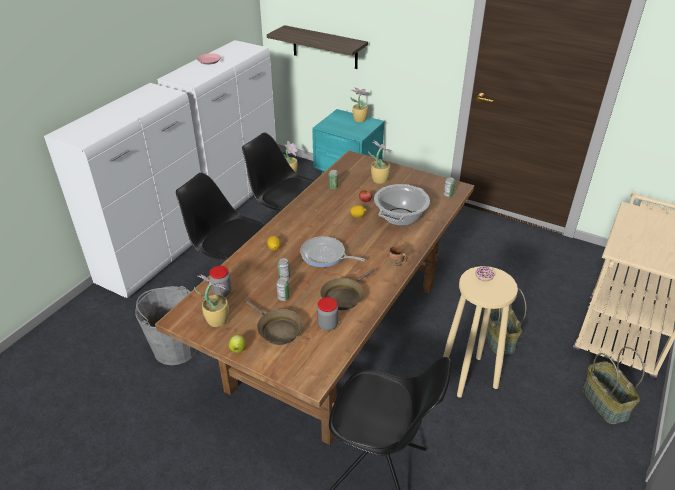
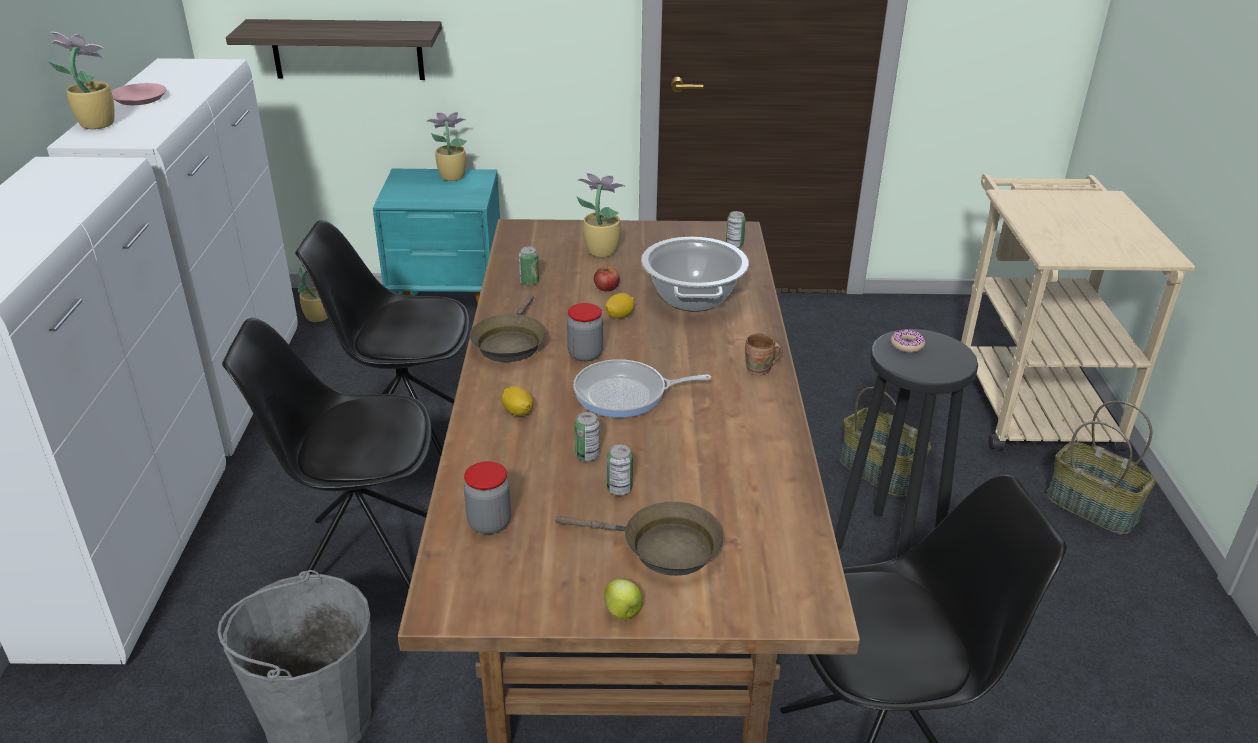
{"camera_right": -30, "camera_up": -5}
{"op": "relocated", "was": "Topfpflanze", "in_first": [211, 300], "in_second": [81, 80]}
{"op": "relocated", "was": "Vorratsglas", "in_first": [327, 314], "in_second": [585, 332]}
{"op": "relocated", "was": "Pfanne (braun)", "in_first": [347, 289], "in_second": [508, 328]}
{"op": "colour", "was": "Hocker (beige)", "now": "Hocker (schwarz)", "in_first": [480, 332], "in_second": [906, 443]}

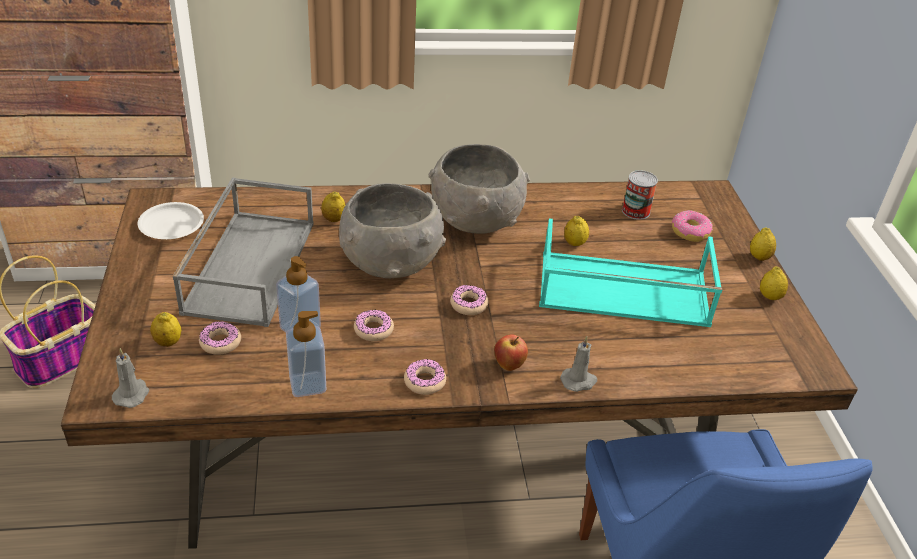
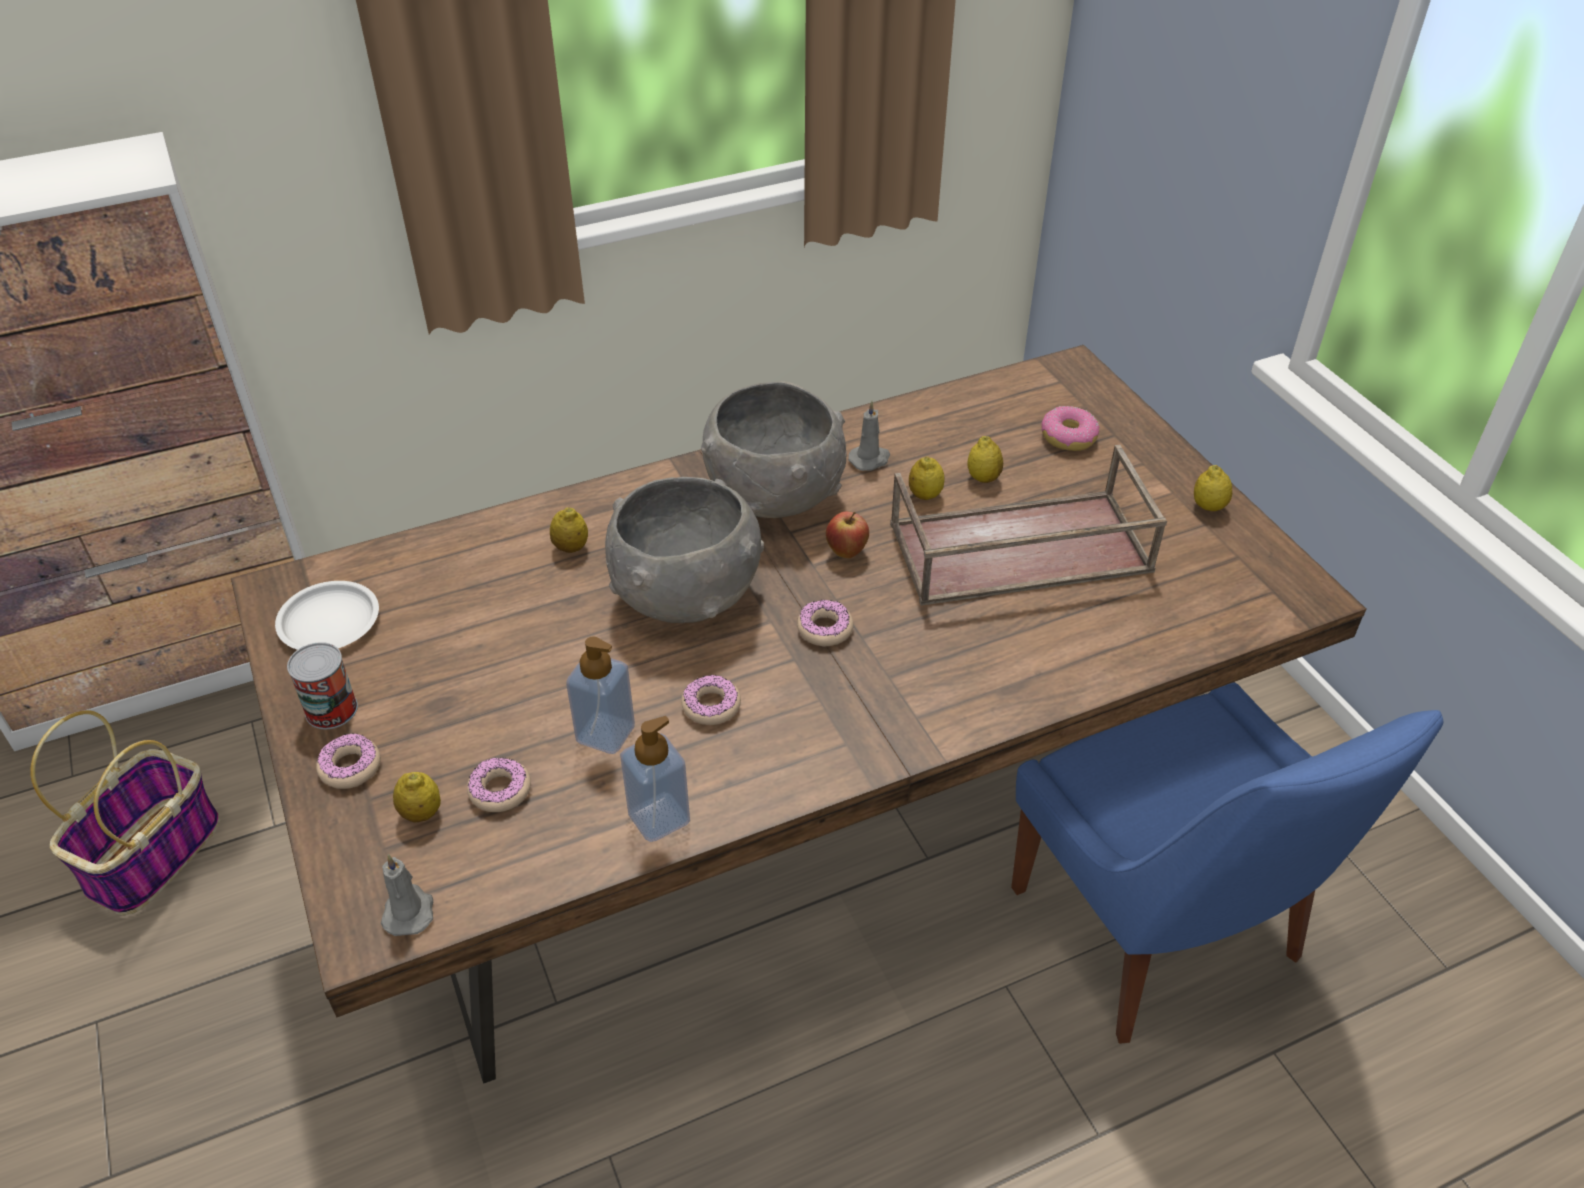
{"camera_right": -15, "camera_up": 5}
{"op": "missing", "was": "Tablett (grau)", "in_first": [243, 252]}
{"op": "relocated", "was": "Donut", "in_first": [425, 377], "in_second": [348, 761]}
{"op": "relocated", "was": "Apfel", "in_first": [511, 352], "in_second": [847, 534]}
{"op": "relocated", "was": "Kerze (grau)", "in_first": [578, 364], "in_second": [869, 436]}
{"op": "relocated", "was": "Dose", "in_first": [640, 195], "in_second": [322, 685]}
{"op": "relocated", "was": "Zitrone", "in_first": [763, 244], "in_second": [985, 459]}
{"op": "colour", "was": "Tablett (türkis)", "now": "Tablett (braun)", "in_first": [630, 272], "in_second": [1028, 525]}

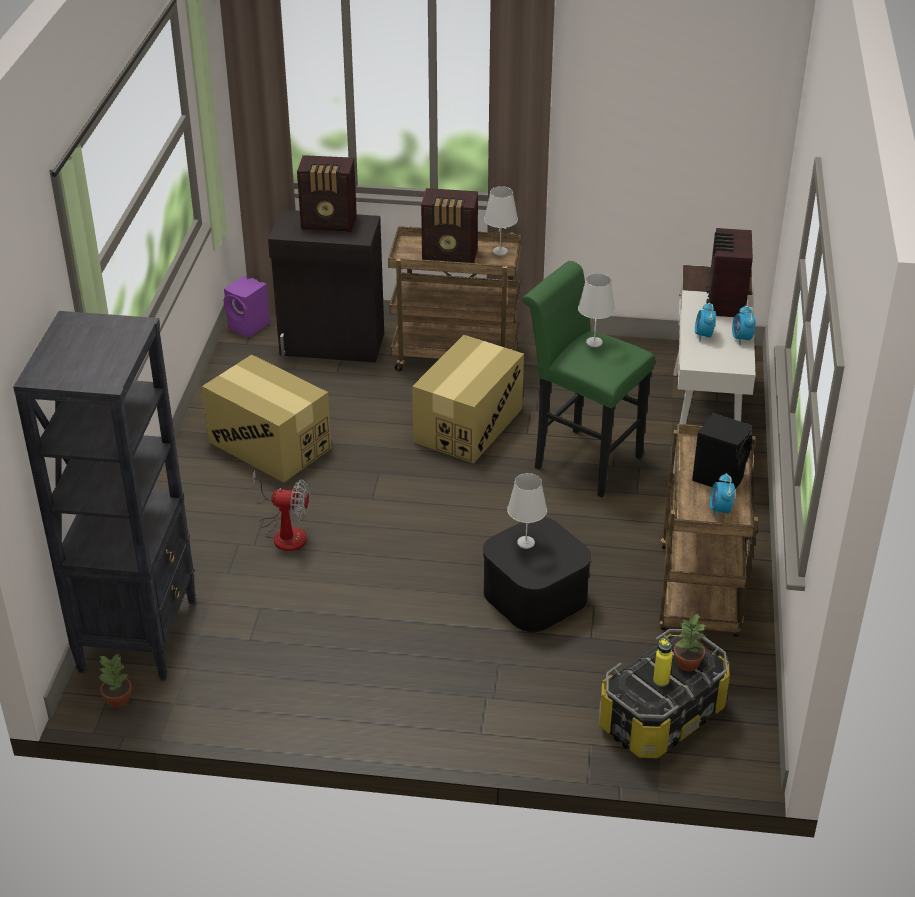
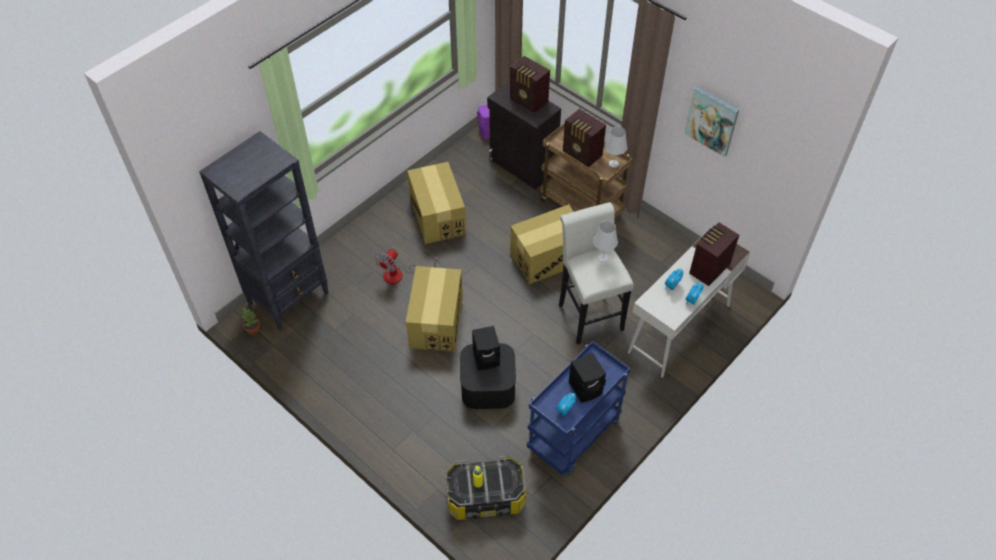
{"camera_right": 35, "camera_up": 15}
{"op": "missing", "was": "Topfpflanze", "in_first": [689, 642]}
{"op": "appeared", "now": "Karton", "in_second": [434, 309]}
{"op": "appeared", "now": "Bild", "in_second": [711, 121]}
{"op": "exchanged", "was": "Tischlampe (weiß)", "now": "Lautsprecher (schwarz)", "in_first": [527, 511], "in_second": [486, 348]}
{"op": "colour", "was": "Hocker (grün)", "now": "Hocker (weiß)", "in_first": [588, 379], "in_second": [596, 273]}
{"op": "colour", "was": "Rollwagen (braun)", "now": "Rollwagen (blau)", "in_first": [708, 530], "in_second": [579, 408]}
{"op": "spun", "was": "Ventilator", "in_first": [281, 510], "in_second": [407, 266], "clockwise": 75}

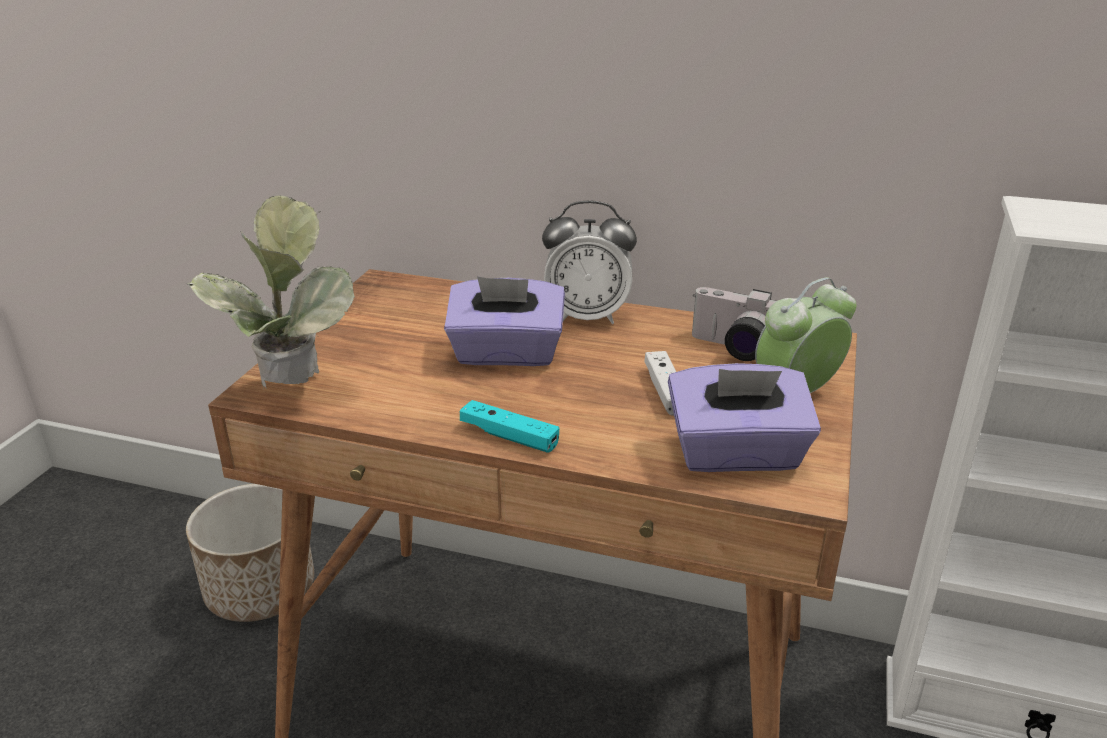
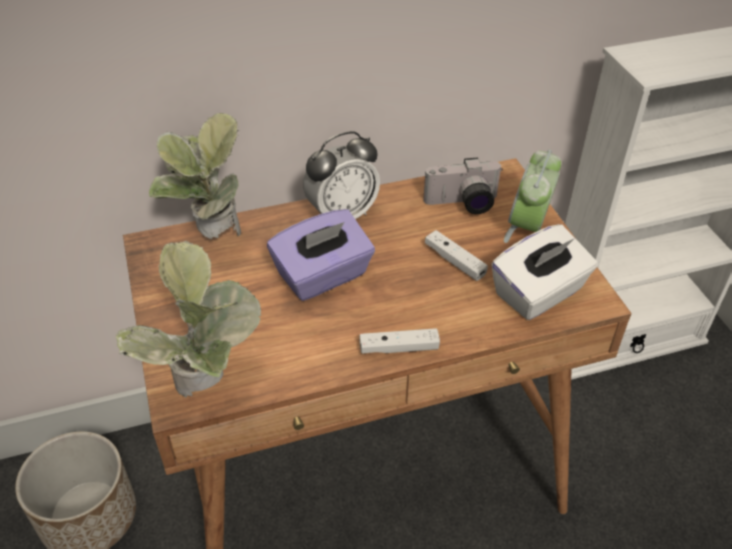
{"camera_right": -35, "camera_up": 15}
{"op": "appeared", "now": "Topfpflanze", "in_second": [195, 176]}
{"op": "colour", "was": "Gamepad (türkis)", "now": "Gamepad (weiß)", "in_first": [510, 426], "in_second": [399, 341]}
{"op": "colour", "was": "Taschentuchbox (lila)", "now": "Taschentuchbox (weiß)", "in_first": [744, 417], "in_second": [545, 272]}

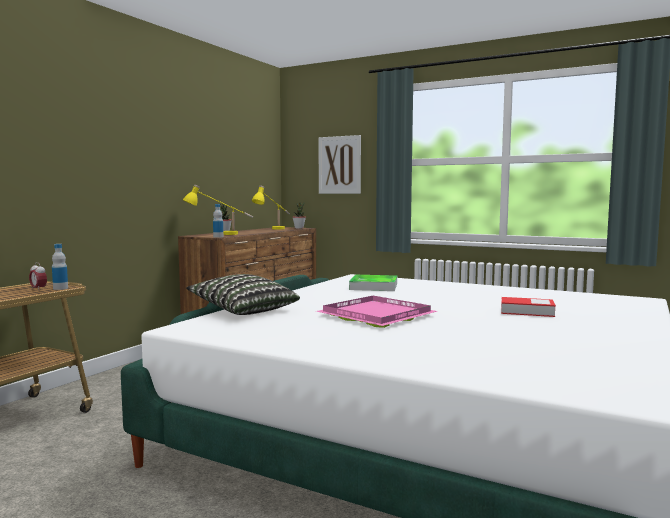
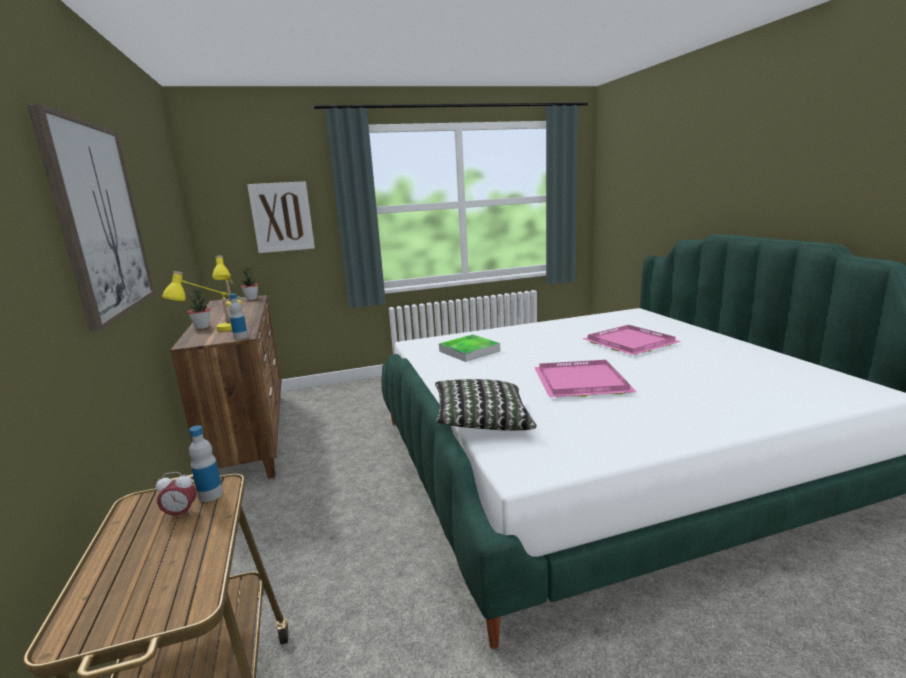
{"camera_right": -45, "camera_up": 10}
{"op": "appeared", "now": "Bild", "in_second": [91, 217]}
{"op": "exchanged", "was": "Buch", "now": "Tablett (rosa)", "in_first": [528, 307], "in_second": [632, 340]}

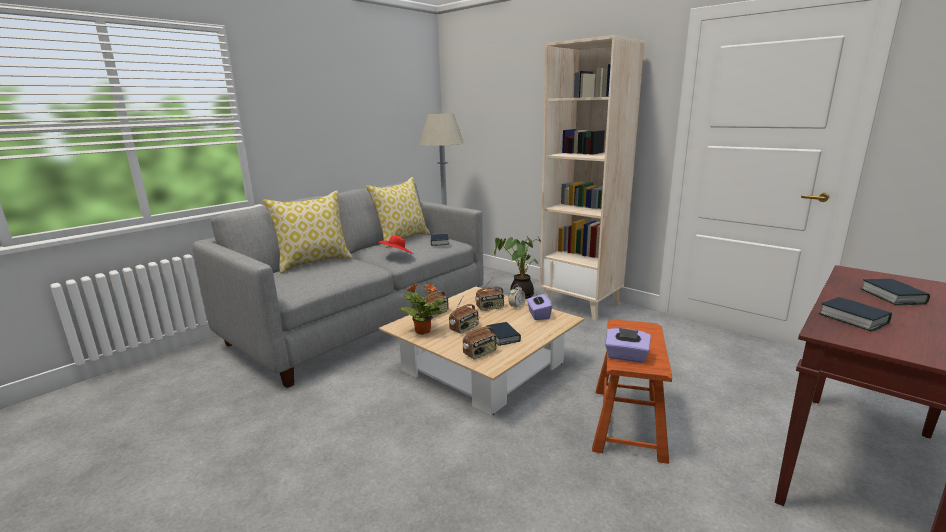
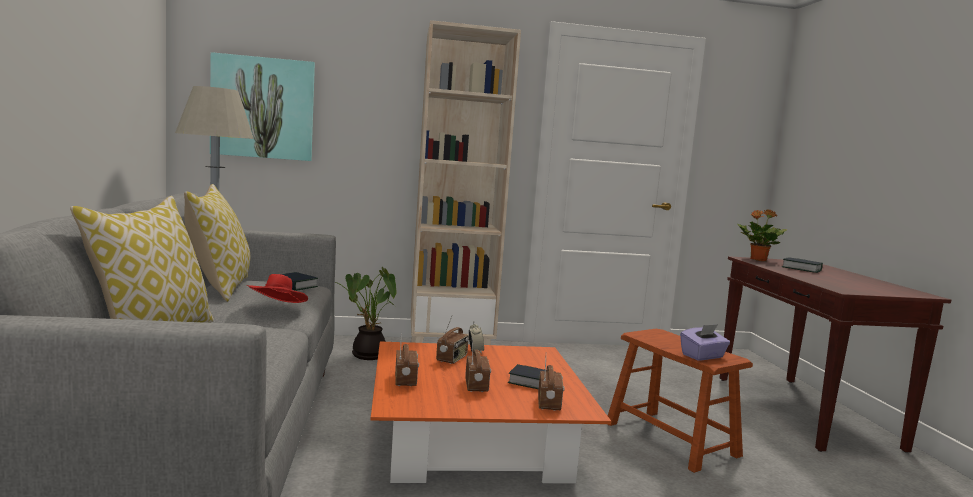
{"camera_right": -50, "camera_up": -10}
{"op": "missing", "was": "Taschentuchbox (lila)", "in_first": [539, 307]}
{"op": "missing", "was": "Buch", "in_first": [855, 314]}
{"op": "appeared", "now": "Bild", "in_second": [262, 106]}
{"op": "relocated", "was": "Topfpflanze", "in_first": [422, 309], "in_second": [762, 235]}
{"op": "colour", "was": "Couchtisch (beige)", "now": "Couchtisch (orange)", "in_first": [481, 351], "in_second": [491, 412]}

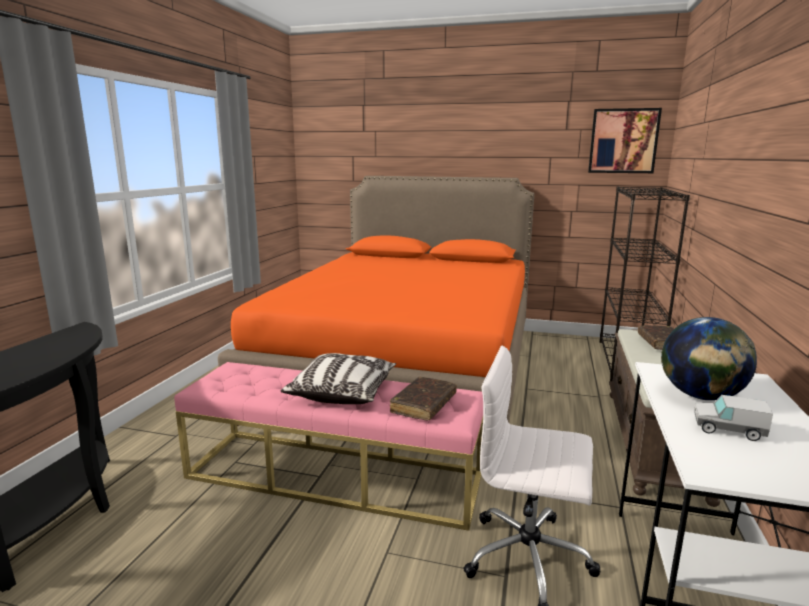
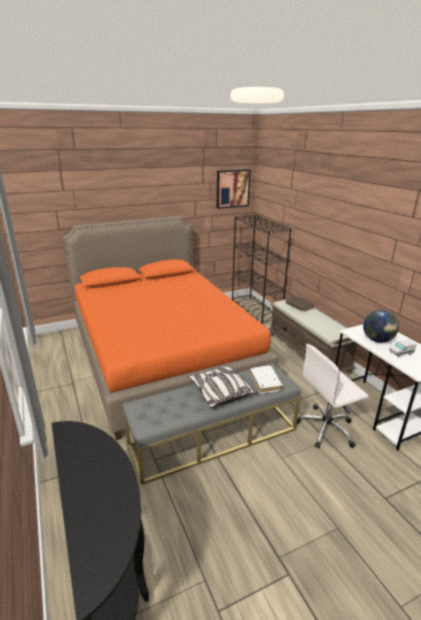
{"camera_right": -40, "camera_up": 10}
{"op": "colour", "was": "Bank (rosa)", "now": "Bank (grau)", "in_first": [328, 446], "in_second": [212, 424]}
{"op": "colour", "was": "Buch (braun)", "now": "Buch (weiß)", "in_first": [423, 398], "in_second": [266, 379]}

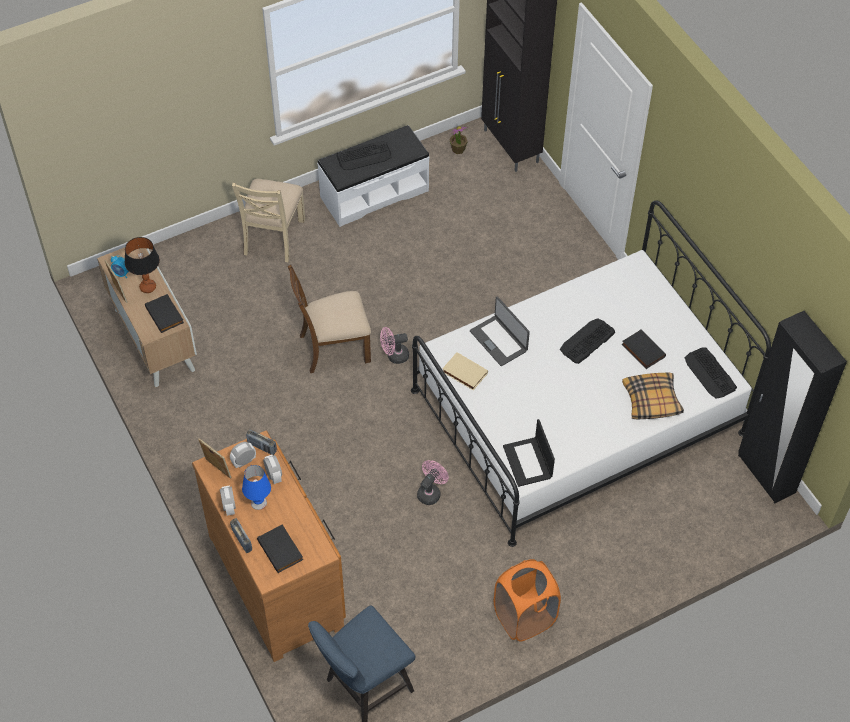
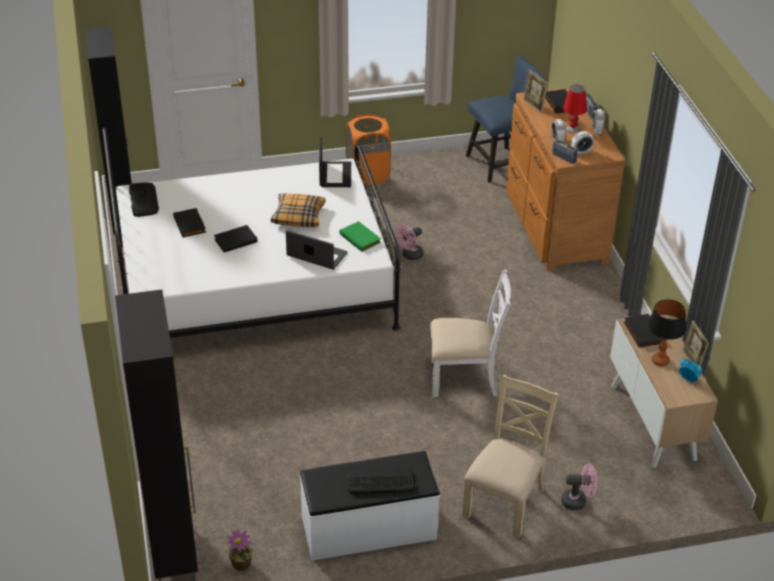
{"camera_right": -165, "camera_up": -15}
{"op": "relocated", "was": "Bilderrahmen", "in_first": [214, 458], "in_second": [536, 91]}
{"op": "relocated", "was": "Ventilator (rosa)", "in_first": [394, 345], "in_second": [579, 486]}
{"op": "relocated", "was": "Kissen", "in_first": [653, 396], "in_second": [298, 210]}
{"op": "exchanged", "was": "Tastatur", "now": "Buch (schwarz)", "in_first": [587, 341], "in_second": [235, 238]}
{"op": "colour", "was": "Tischlampe (blau)", "now": "Tischlampe (rot)", "in_first": [256, 487], "in_second": [575, 108]}
{"op": "colour", "was": "Stuhl (braun)", "now": "Stuhl (weiß)", "in_first": [329, 319], "in_second": [470, 333]}
{"op": "colour", "was": "Buch (beige)", "now": "Buch (grün)", "in_first": [465, 371], "in_second": [360, 236]}
{"op": "spun", "was": "Laptop", "in_first": [500, 331], "in_second": [317, 250], "clockwise": -45}

